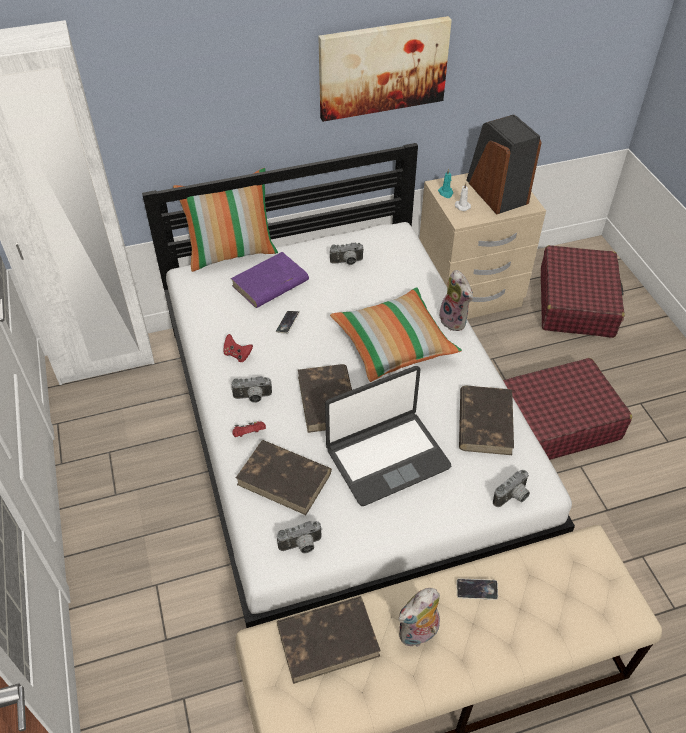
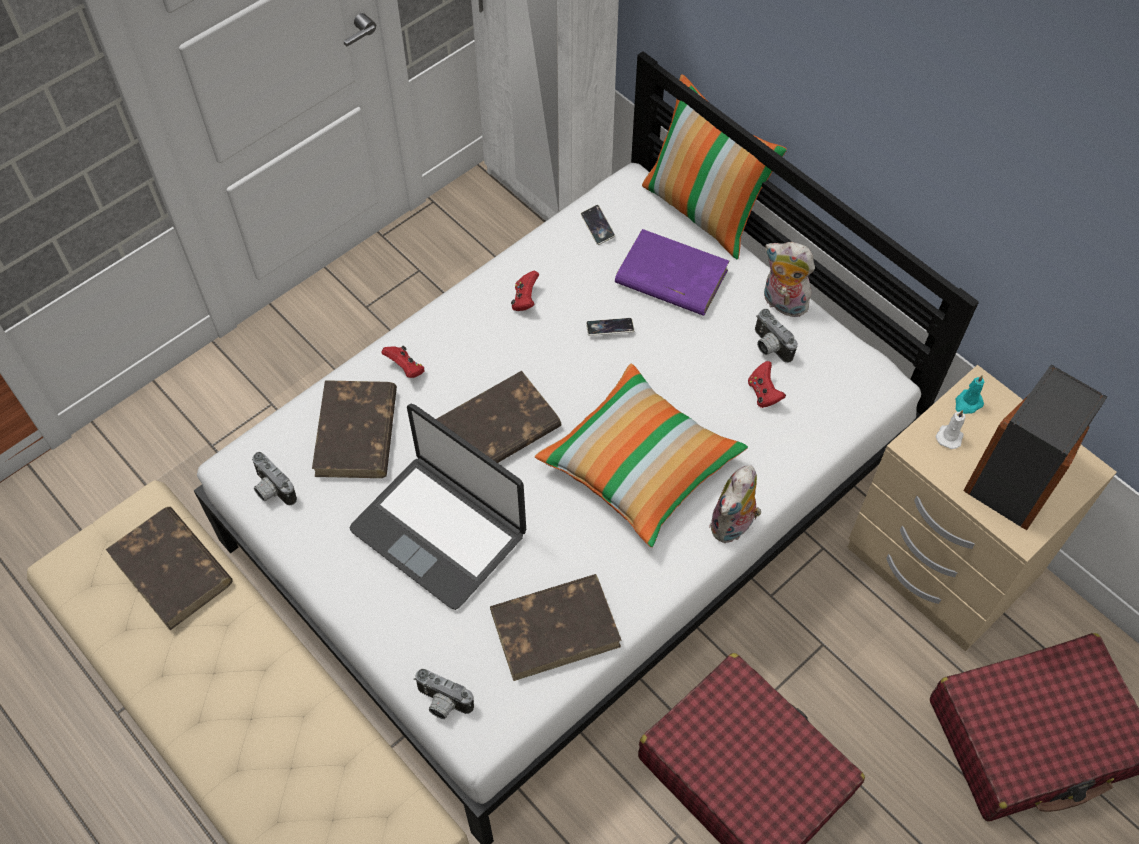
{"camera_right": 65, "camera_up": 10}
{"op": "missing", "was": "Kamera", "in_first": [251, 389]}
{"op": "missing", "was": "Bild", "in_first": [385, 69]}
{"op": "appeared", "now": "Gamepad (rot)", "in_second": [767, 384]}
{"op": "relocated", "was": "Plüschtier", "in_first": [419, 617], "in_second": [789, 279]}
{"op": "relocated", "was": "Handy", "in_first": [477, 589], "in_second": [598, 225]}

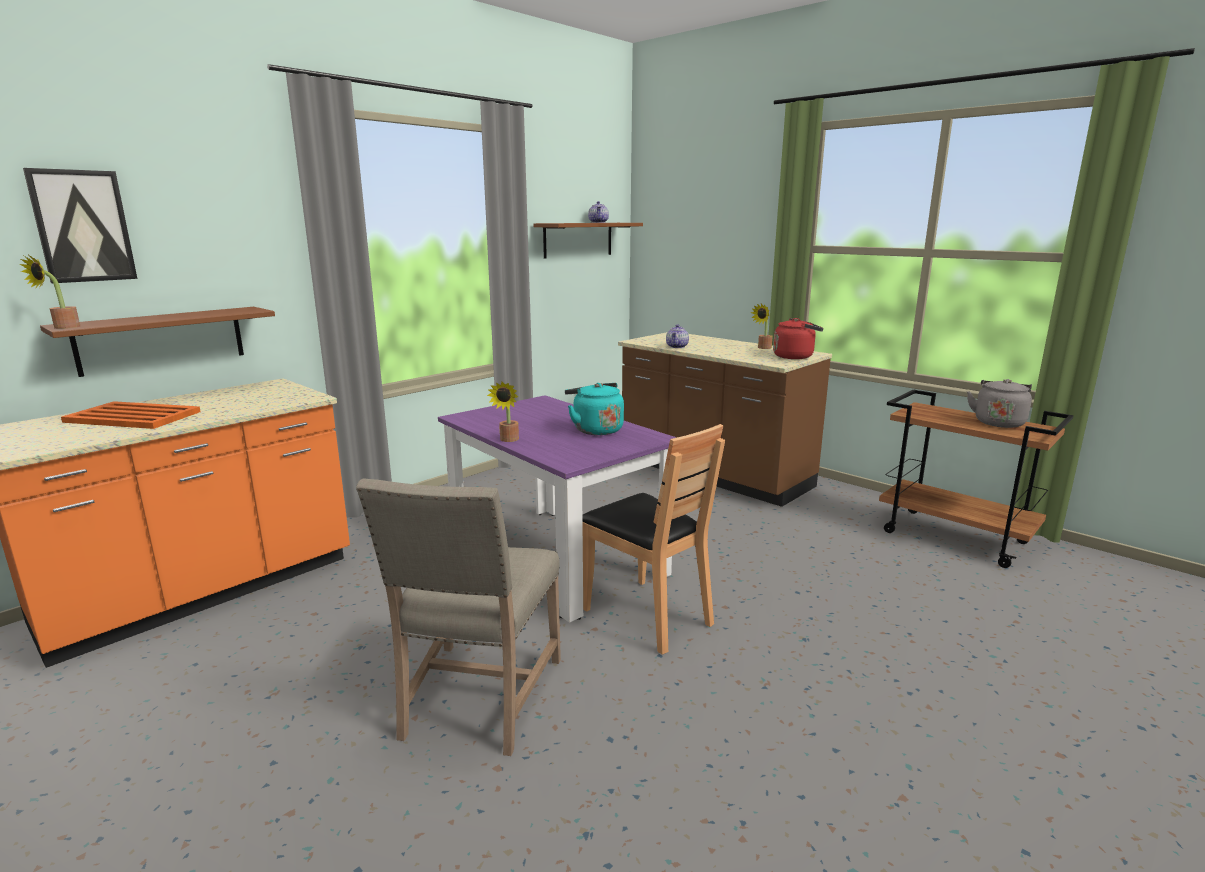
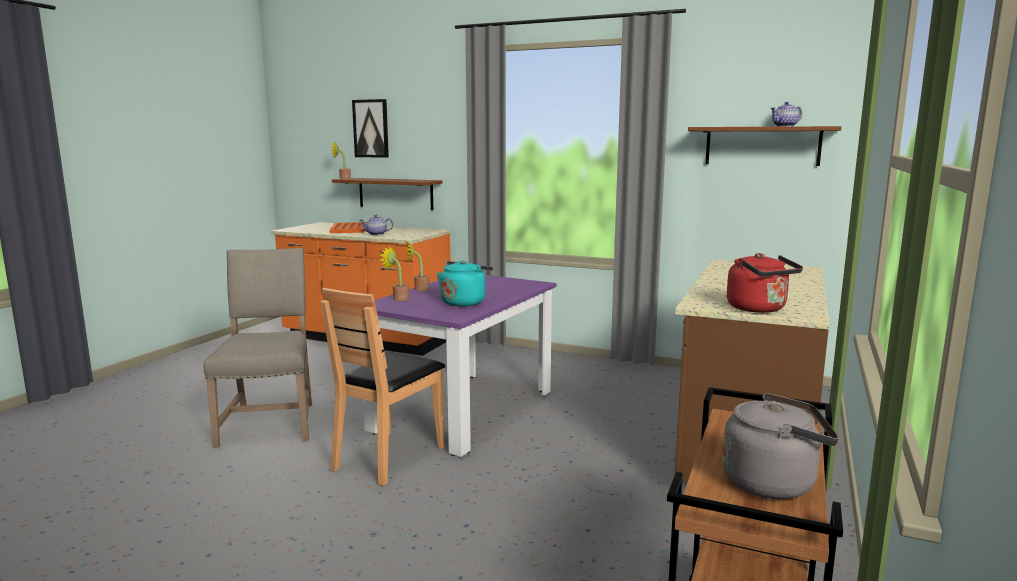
{"camera_right": 70, "camera_up": -5}
{"op": "relocated", "was": "Teekanne", "in_first": [677, 336], "in_second": [376, 225]}
{"op": "relocated", "was": "Topfpflanze", "in_first": [762, 326], "in_second": [394, 273]}
{"op": "spun", "was": "Stuhl (beige)", "in_first": [458, 617], "in_second": [258, 348], "clockwise": 90}

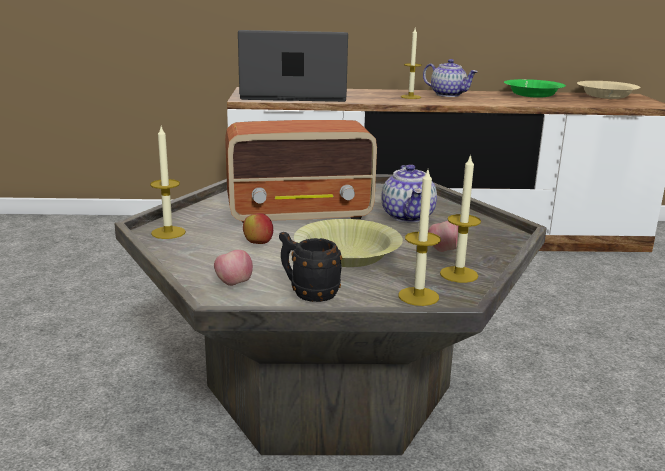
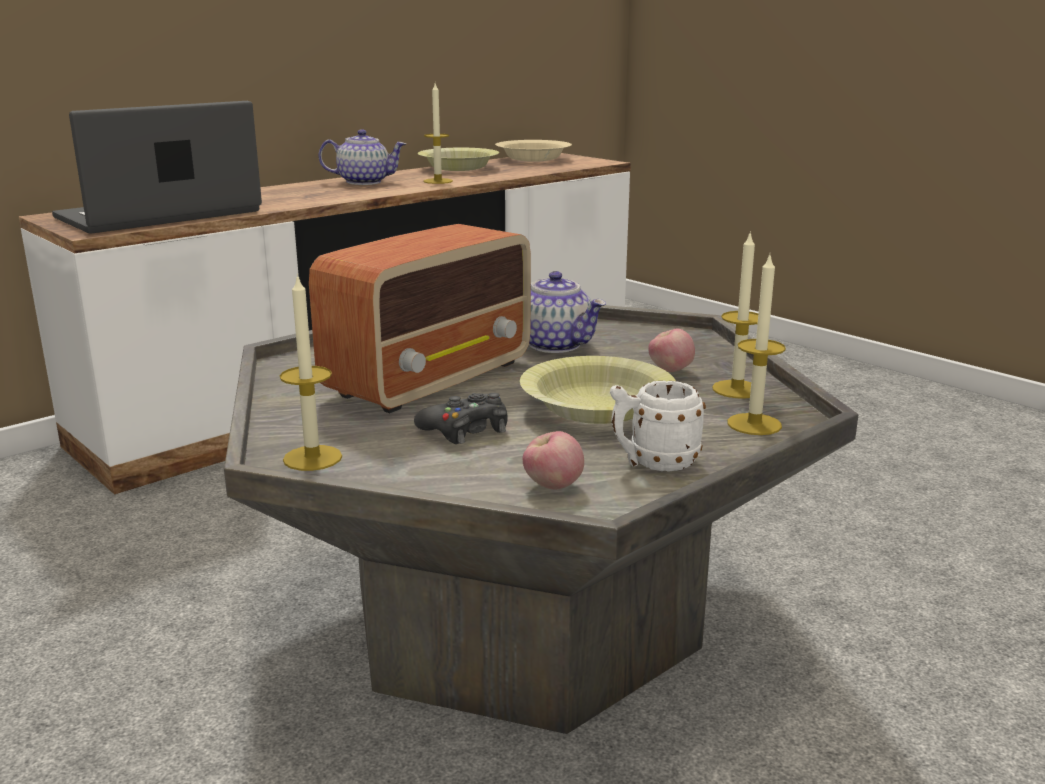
{"camera_right": -40, "camera_up": 0}
{"op": "relocated", "was": "Kerze", "in_first": [411, 63], "in_second": [438, 133]}
{"op": "exchanged", "was": "Apfel", "now": "Gamepad (schwarz)", "in_first": [258, 228], "in_second": [461, 418]}
{"op": "colour", "was": "Henkelbecher (schwarz)", "now": "Henkelbecher (weiß)", "in_first": [310, 267], "in_second": [658, 426]}
{"op": "colour", "was": "Schüssel (grün)", "now": "Schüssel (gelb)", "in_first": [535, 88], "in_second": [458, 159]}

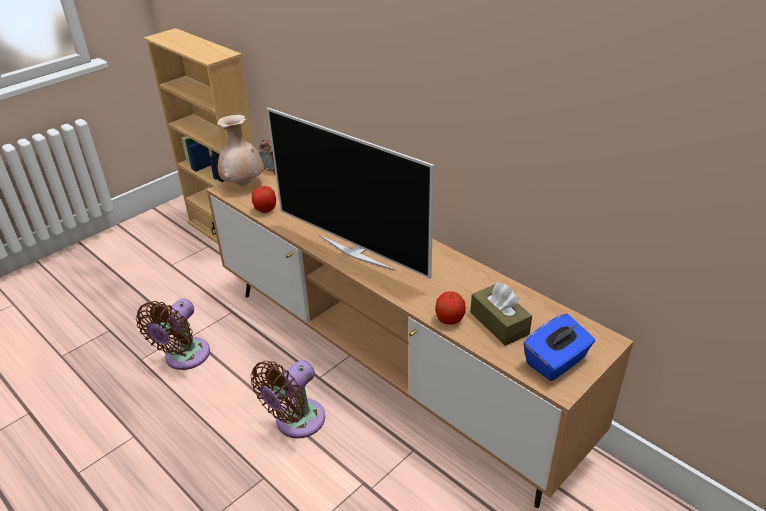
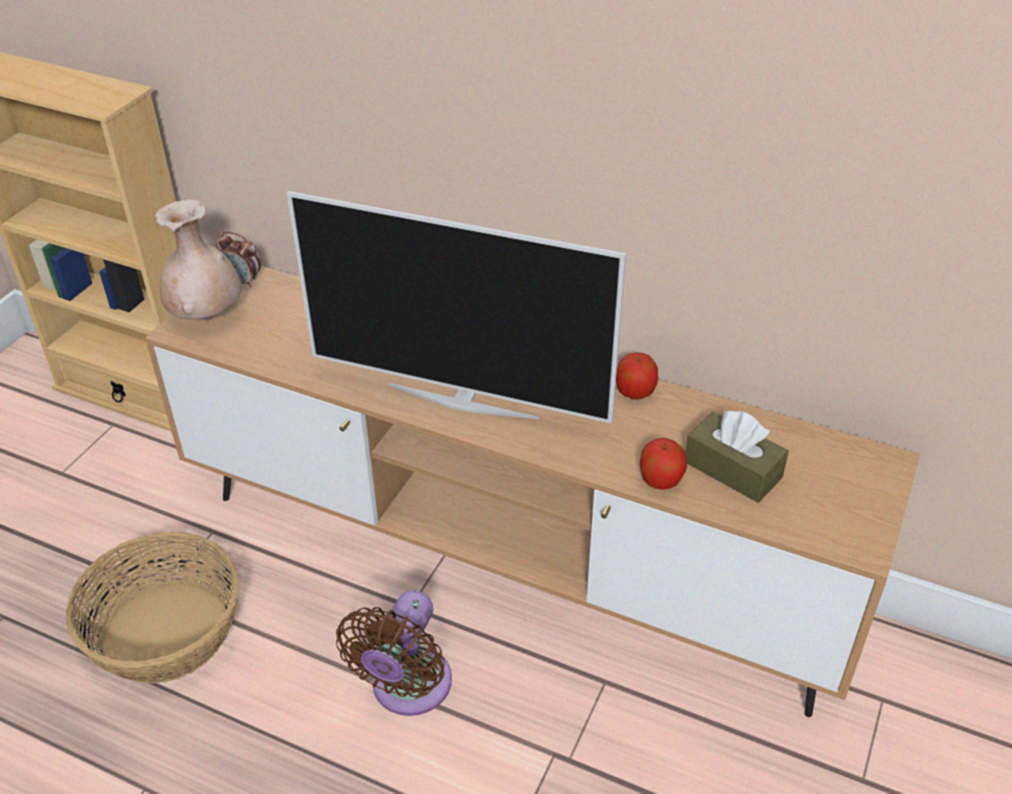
{"camera_right": -20, "camera_up": 5}
{"op": "missing", "was": "Taschentuchbox (blau)", "in_first": [559, 347]}
{"op": "relocated", "was": "Apfel", "in_first": [264, 199], "in_second": [637, 376]}
{"op": "exchanged", "was": "Ventilator (braun)", "now": "Korb", "in_first": [173, 334], "in_second": [153, 607]}

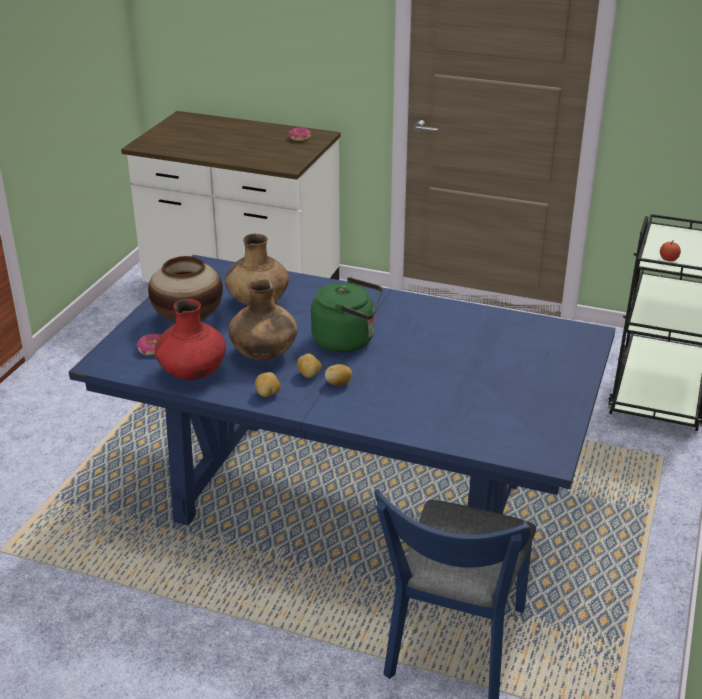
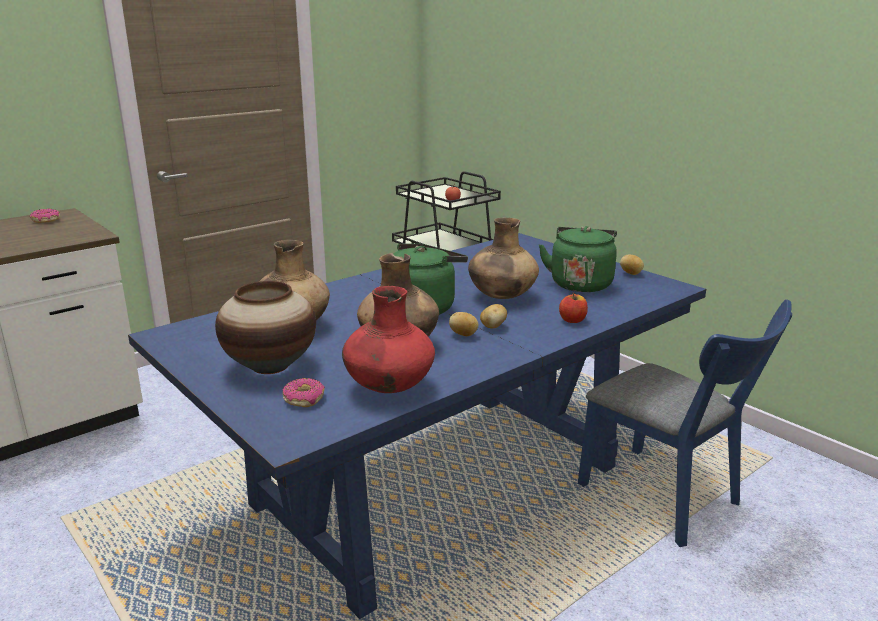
{"camera_right": -60, "camera_up": -10}
{"op": "appeared", "now": "Vase (braun)", "in_second": [503, 258]}
{"op": "appeared", "now": "Wasserkessel (grün)", "in_second": [578, 259]}
{"op": "appeared", "now": "Apfel", "in_second": [573, 308]}
{"op": "relocated", "was": "Kartoffel", "in_first": [268, 384], "in_second": [632, 264]}

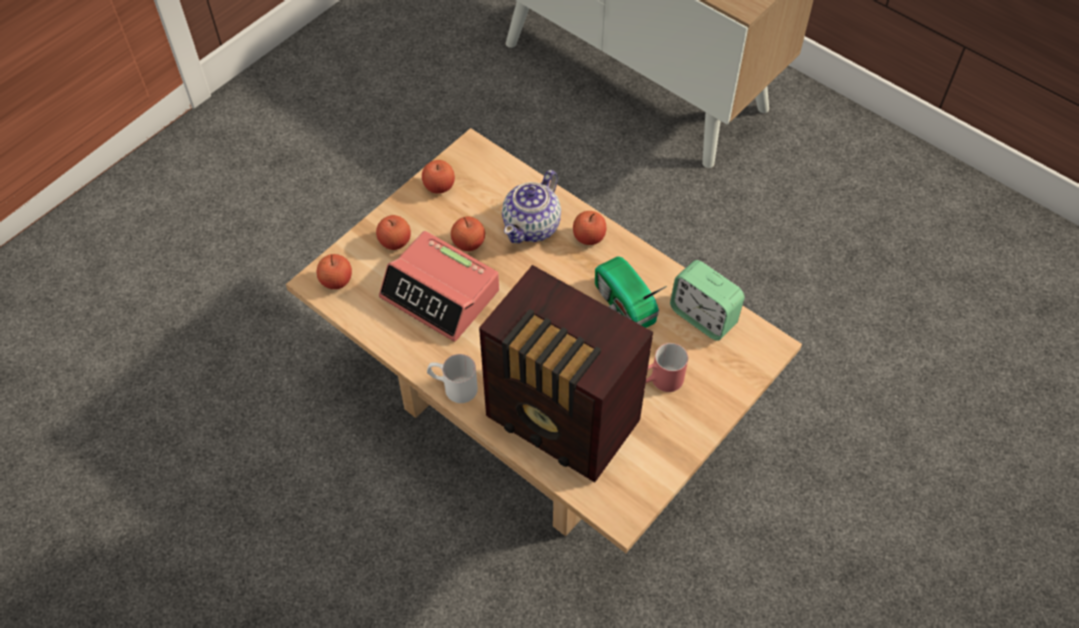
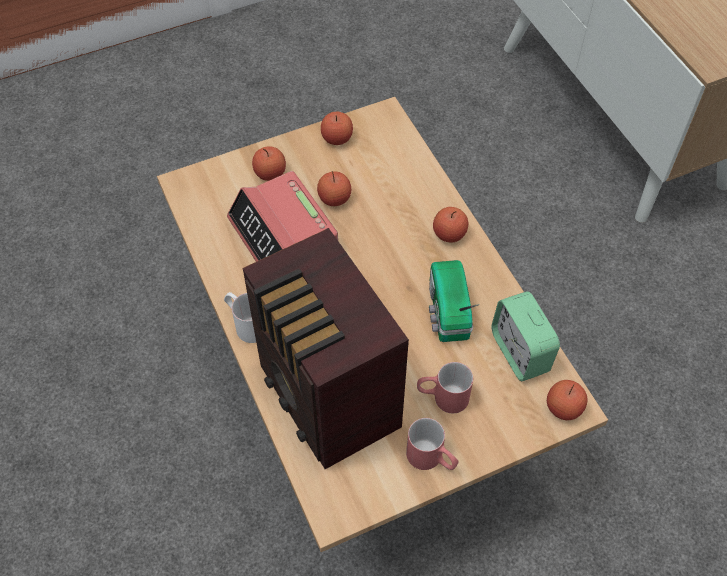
{"camera_right": 25, "camera_up": 0}
{"op": "missing", "was": "Teekanne", "in_first": [531, 207]}
{"op": "appeared", "now": "Henkelbecher (rot)", "in_second": [432, 444]}
{"op": "relocated", "was": "Apfel", "in_first": [334, 271], "in_second": [567, 400]}

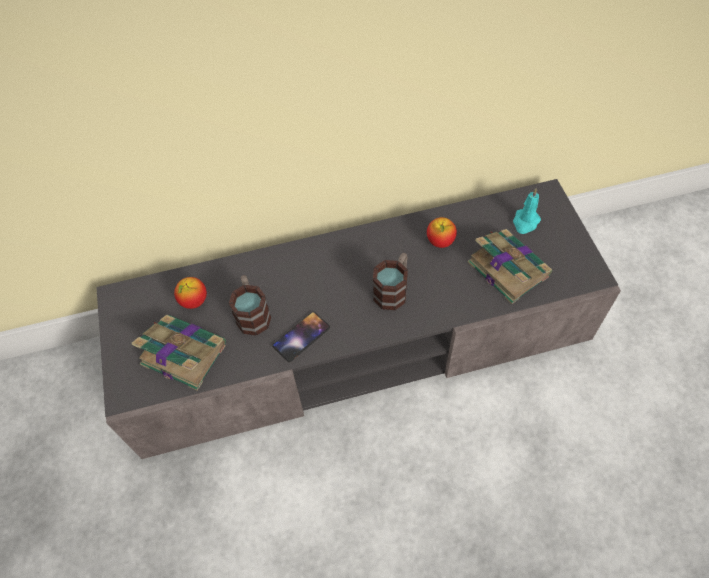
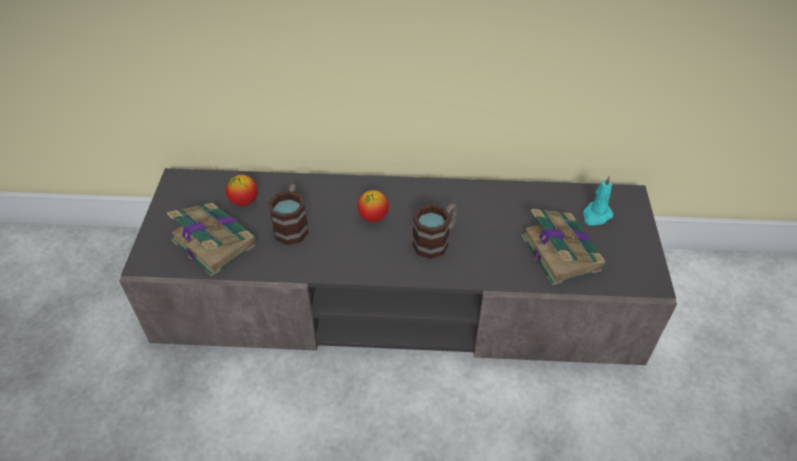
{"camera_right": 15, "camera_up": -10}
{"op": "missing", "was": "Handy", "in_first": [301, 337]}
{"op": "relocated", "was": "Apfel", "in_first": [442, 232], "in_second": [373, 206]}

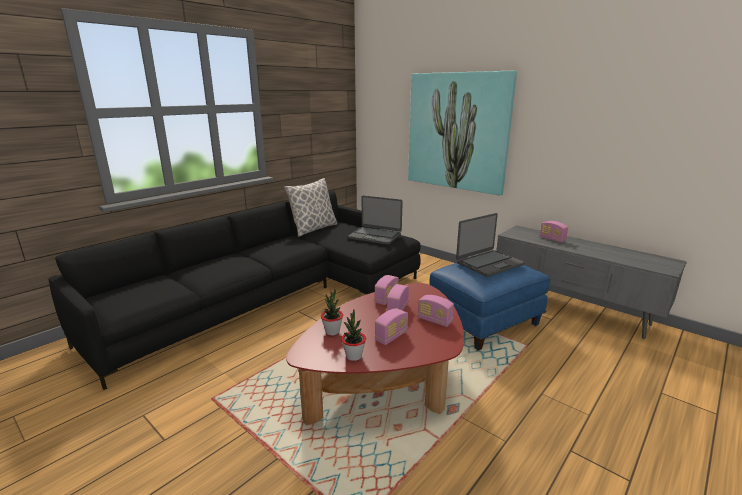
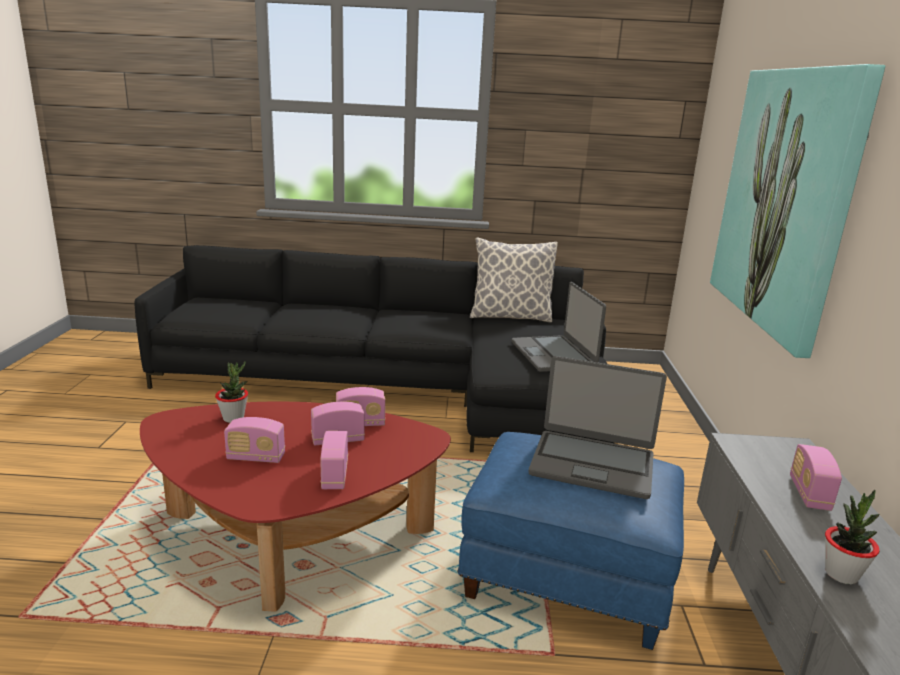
{"camera_right": 50, "camera_up": 0}
{"op": "relocated", "was": "Topfpflanze", "in_first": [353, 335], "in_second": [852, 537]}

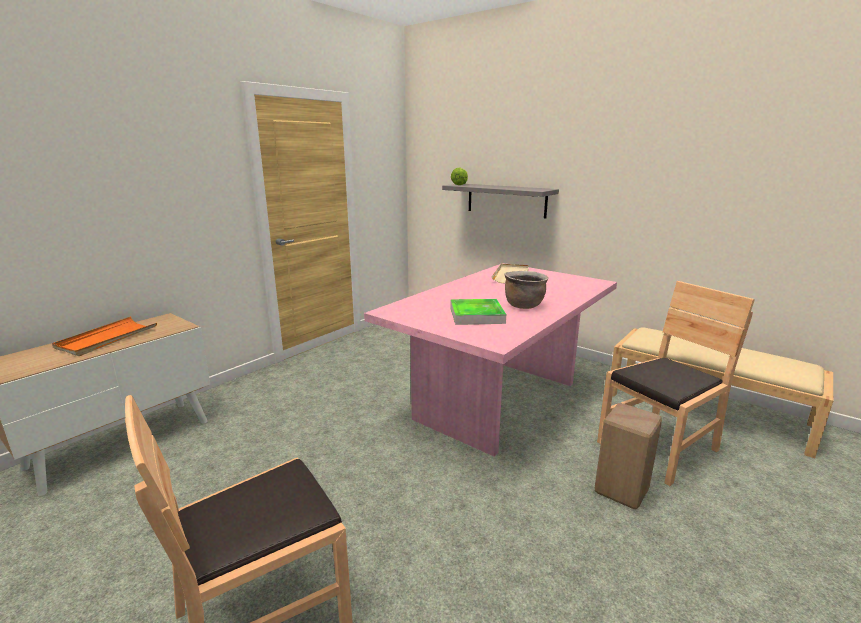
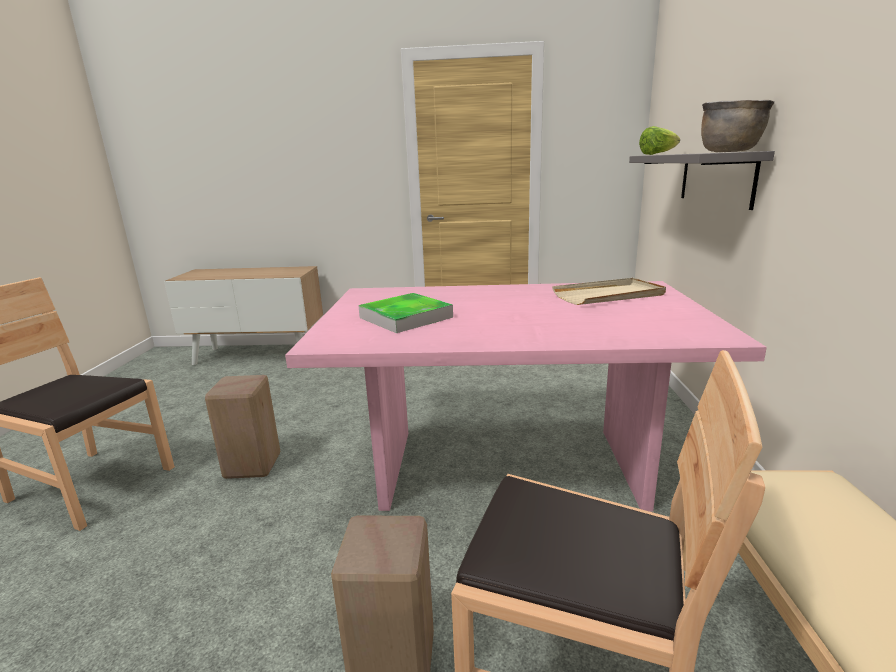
{"camera_right": 55, "camera_up": 0}
{"op": "missing", "was": "Tablett (orange)", "in_first": [104, 336]}
{"op": "appeared", "now": "Hocker (beige)", "in_second": [242, 427]}
{"op": "relocated", "was": "Kochtopf (braun)", "in_first": [526, 290], "in_second": [738, 126]}

